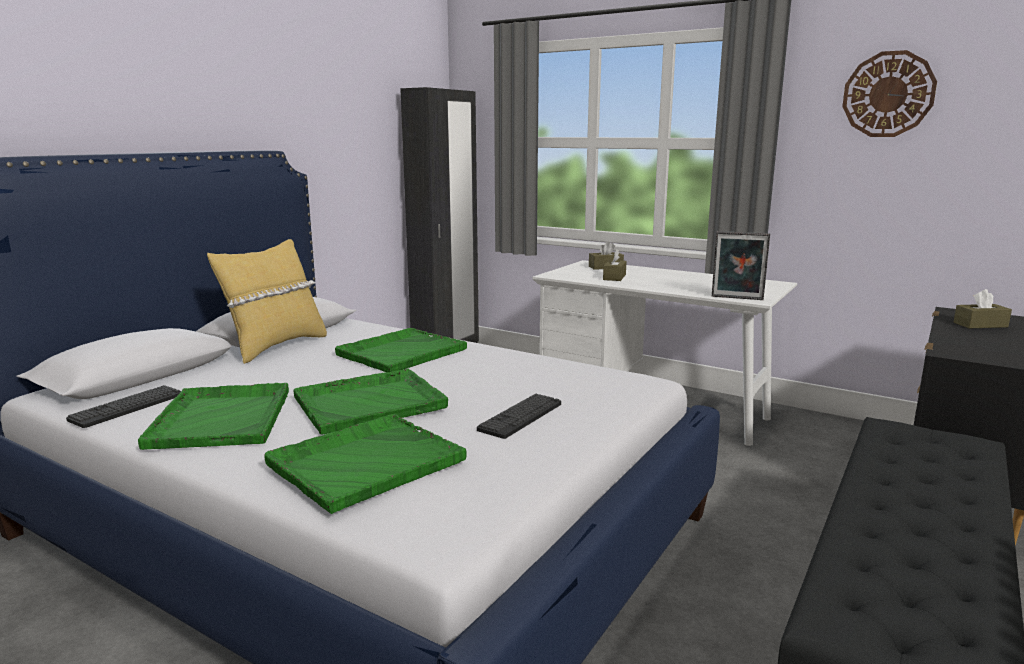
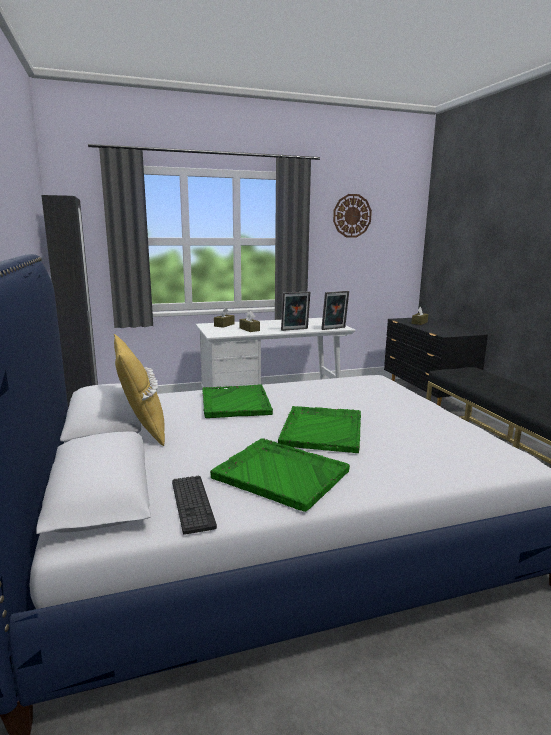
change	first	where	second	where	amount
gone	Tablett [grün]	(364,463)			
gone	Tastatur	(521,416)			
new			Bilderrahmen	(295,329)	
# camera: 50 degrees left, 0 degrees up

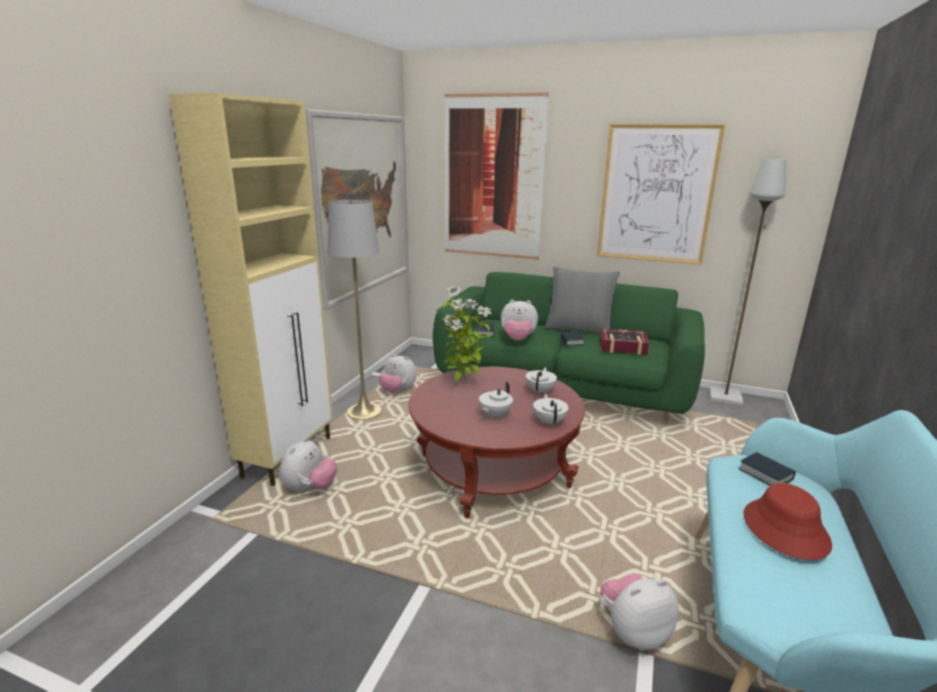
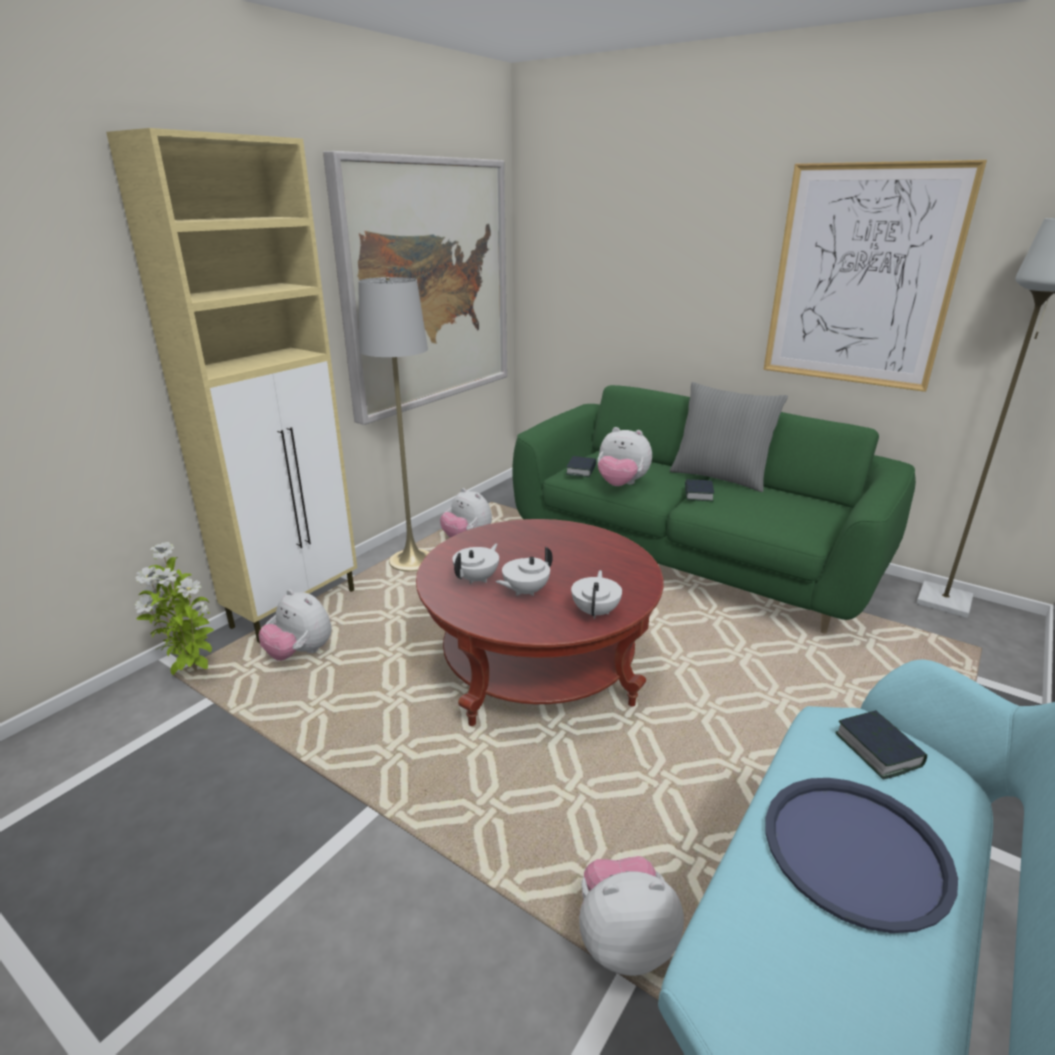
change	first	where	second	where	amount
rotated	Plüschtier	(310,488)		(300,653)	90 degrees clockwise
shifted	Topfpflanze	(463,382)		(194,673)	
gone	Bild	(492,178)			
shifted	Teekanne [weiß]	(540,391)		(477,578)	
gone	Buch	(622,347)			
swapped	Hut [rot]	(784,529)	Tablett [blau]	(855,851)	
# camera: 15 degrees right, 5 degrees up

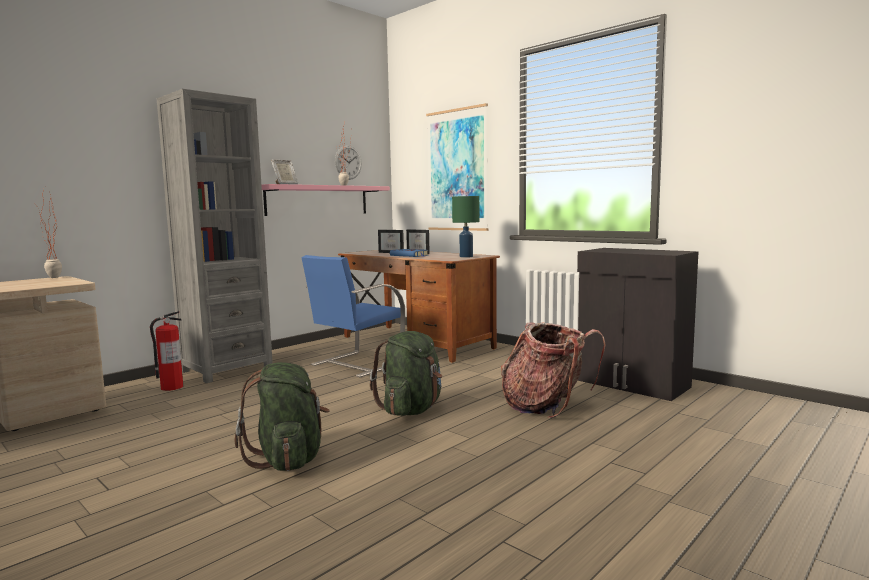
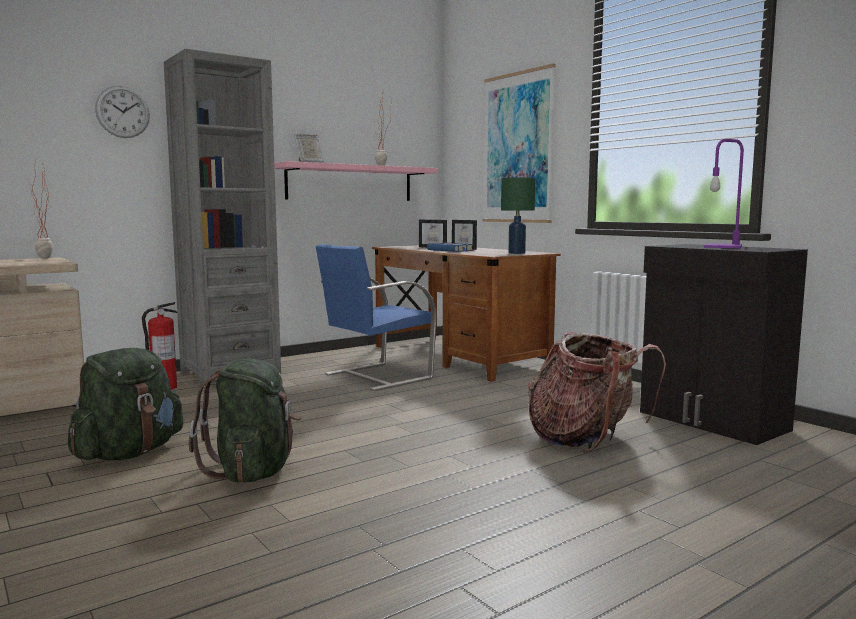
change	first	where	second	where	amount
shifted	Wanduhr	(348,162)		(123,112)	
shifted	Rucksack [grün]	(411,410)		(129,453)	
new			Tischlampe [lila]	(722,246)	
# camera: 10 degrees right, 0 degrees up

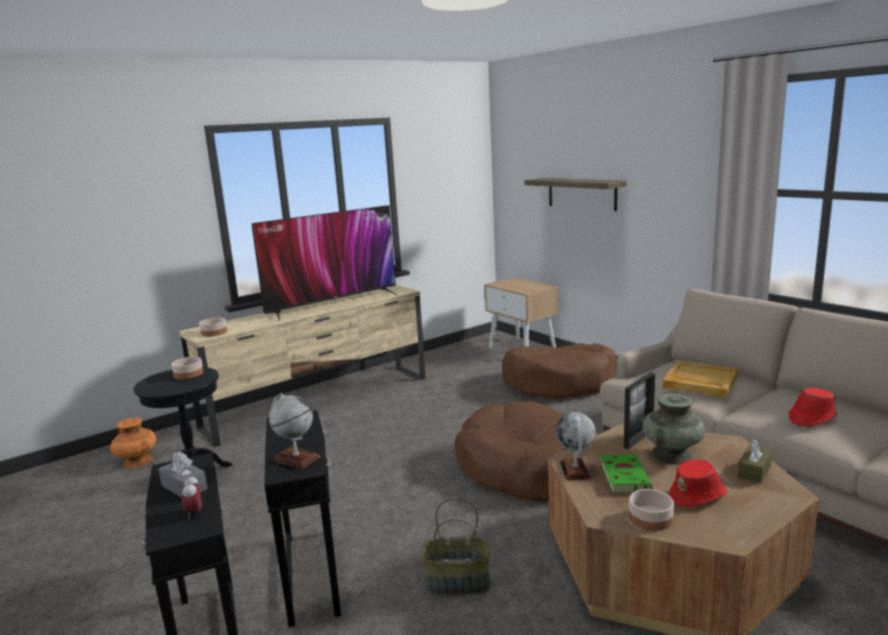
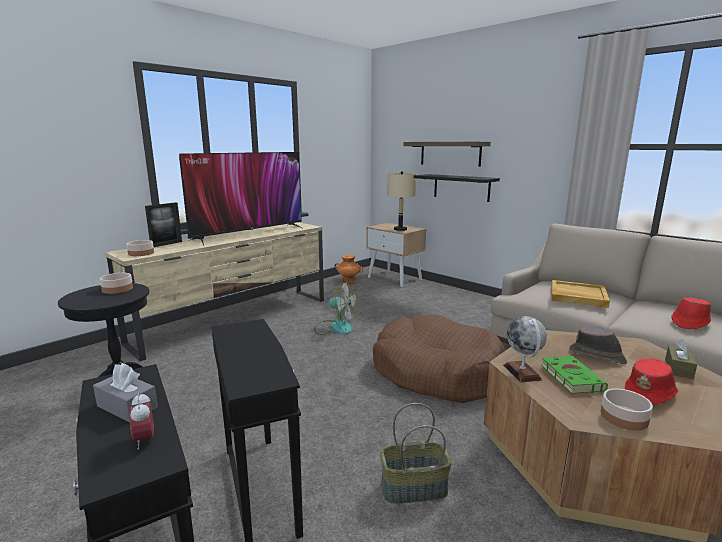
change	first	where	second	where	amount
shifted	Vase [orange]	(138,461)		(348,280)	
gone	Globus	(296,459)			
gone	Hundebett [braun]	(560,383)			
shifted	Bilderrahmen	(638,439)		(166,244)	
swapped	Vase [türkis]	(671,455)	Hut [braun]	(597,356)	
new			Ventilator	(335,327)	
new			Tischlampe [beige]	(400,229)	
new			Wandregal [schwarz]	(461,187)	
# camera: 10 degrees left, 0 degrees up

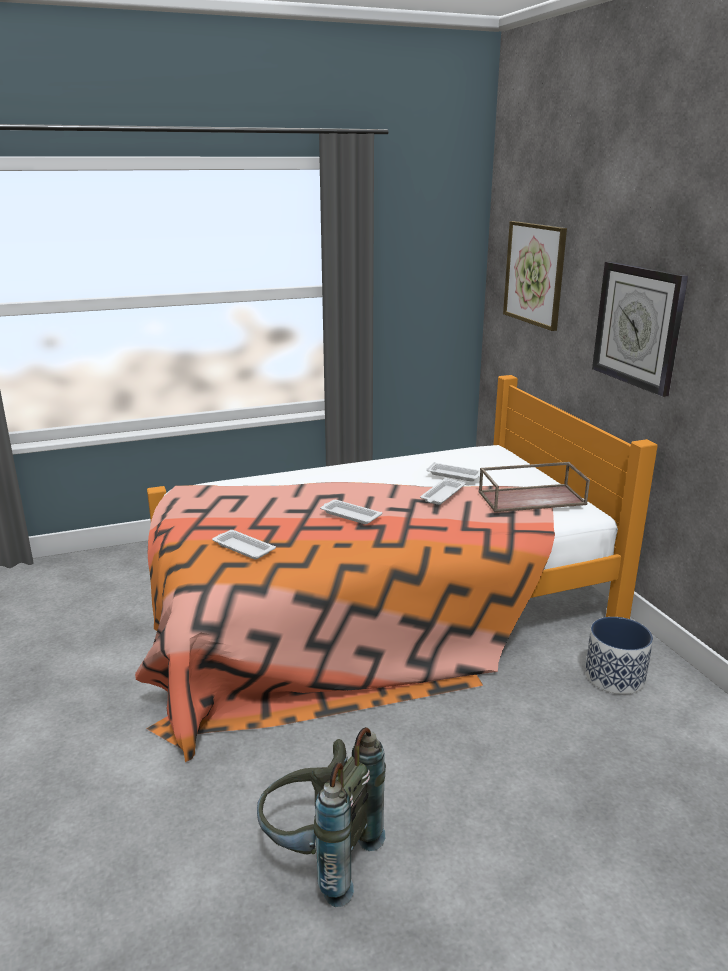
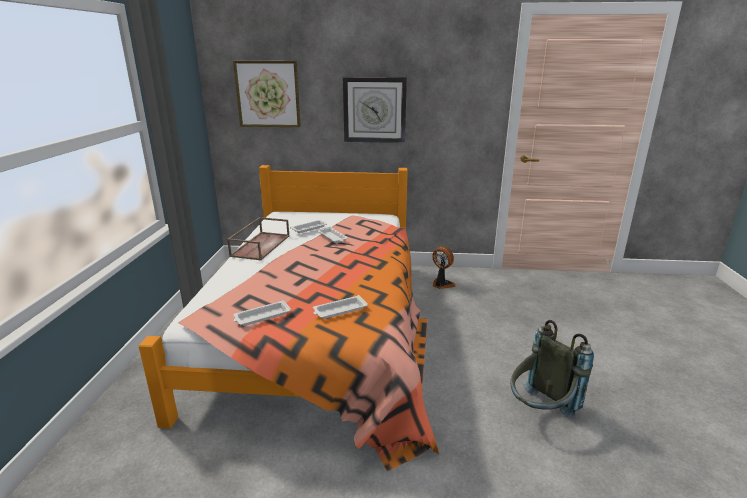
change	first	where	second	where	amount
shifted	Tablett [weiß]	(349,515)		(261,317)	
shifted	Tablett [braun]	(532,498)		(260,245)	
swapped	Pflanzkübel	(614,676)	Ventilator	(441,284)	
# camera: 65 degrees left, 0 degrees up

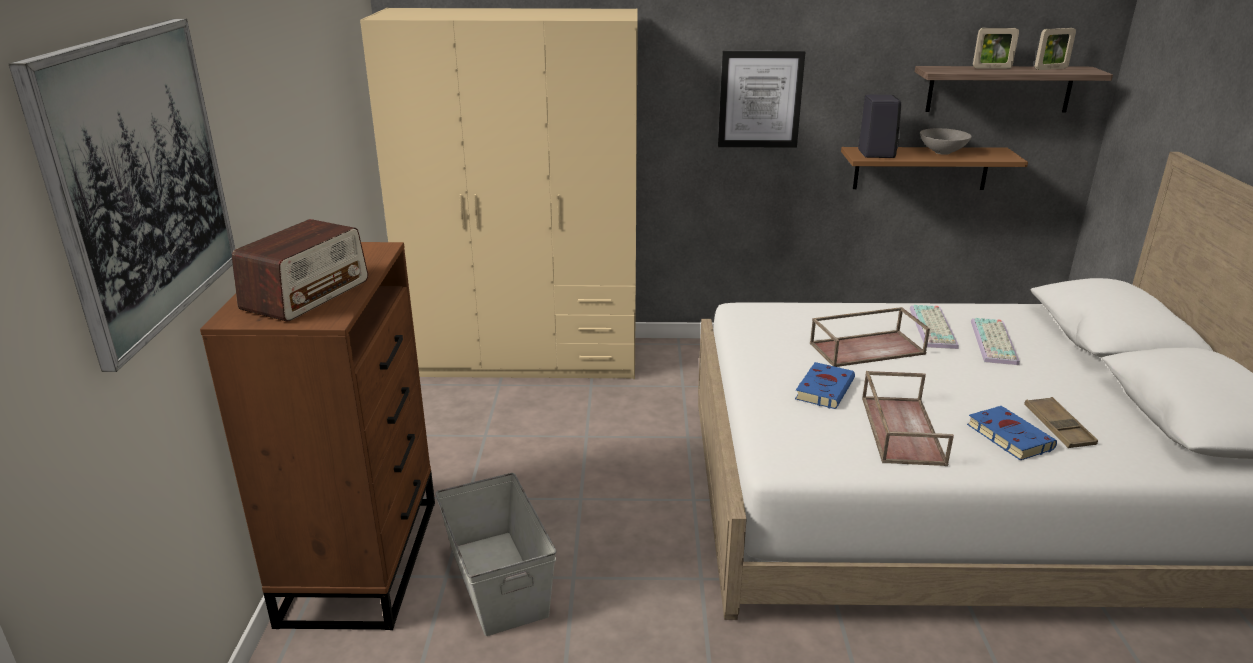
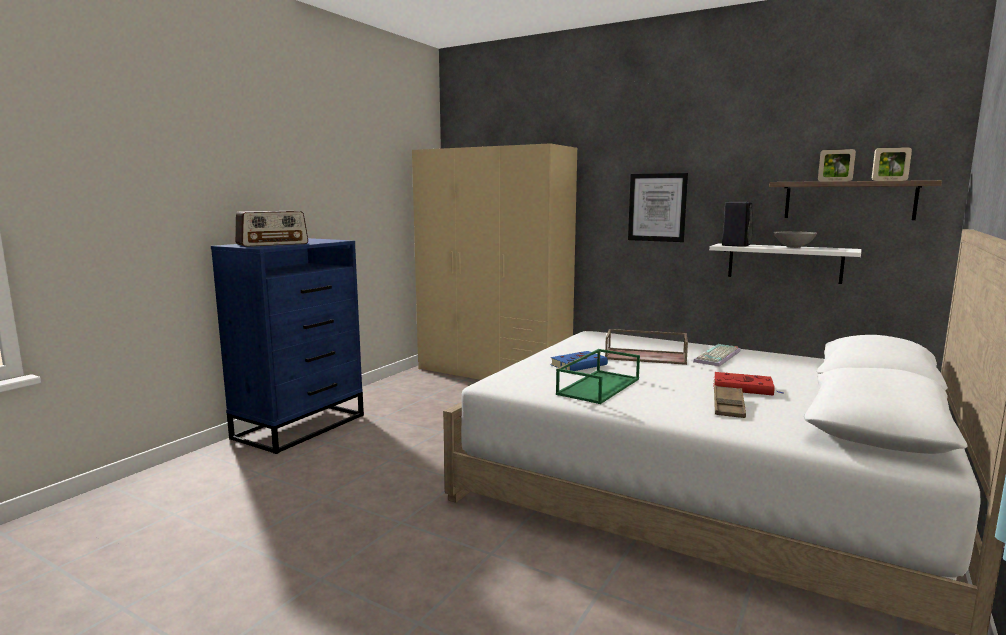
change	first	where	second	where	amount
gone	Bild	(140,182)			
repainted	Kommode [braun]	(362,558)	Kommode [blau]	(301,426)	
gone	Aufbewahrungsbox [grau]	(497,581)			
repainted	Wandregal [braun]	(921,168)	Wandregal [weiß]	(784,263)	
repainted	Tablett [braun]	(900,429)	Tablett [grün]	(598,386)	
gone	Buch [blau]	(1007,436)			
gone	Tastatur	(995,343)			
new			Buch [rot]	(744,388)	
# camera: 30 degrees right, 15 degrees down

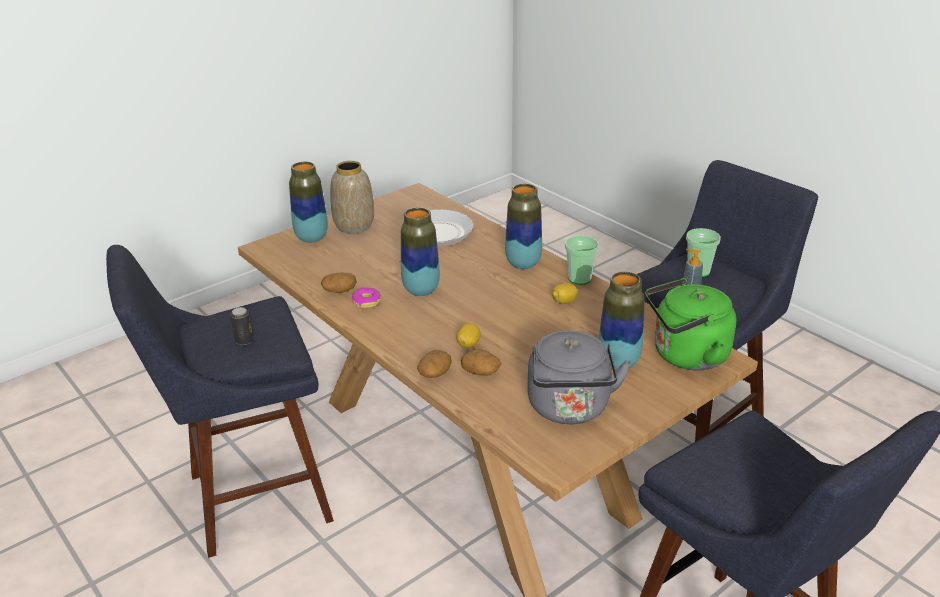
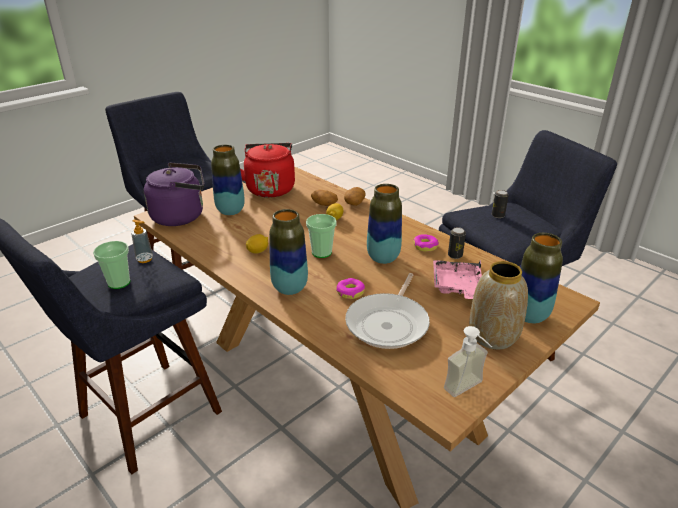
change	first	where	second	where	amount
swapped	Kartoffel	(339,291)	Dose	(455,255)	
repainted	Wasserkessel [grau]	(570,409)	Wasserkessel [rot]	(270,188)	
shifted	Tasse	(579,279)		(321,252)	
repainted	Wasserkessel [grün]	(686,356)	Wasserkessel [lila]	(181,216)	
new			Donut	(350,292)	
new			Tablett [rosa]	(457,287)	
new			Seifenspender	(469,390)	
# camera: 175 degrees right, 0 degrees up

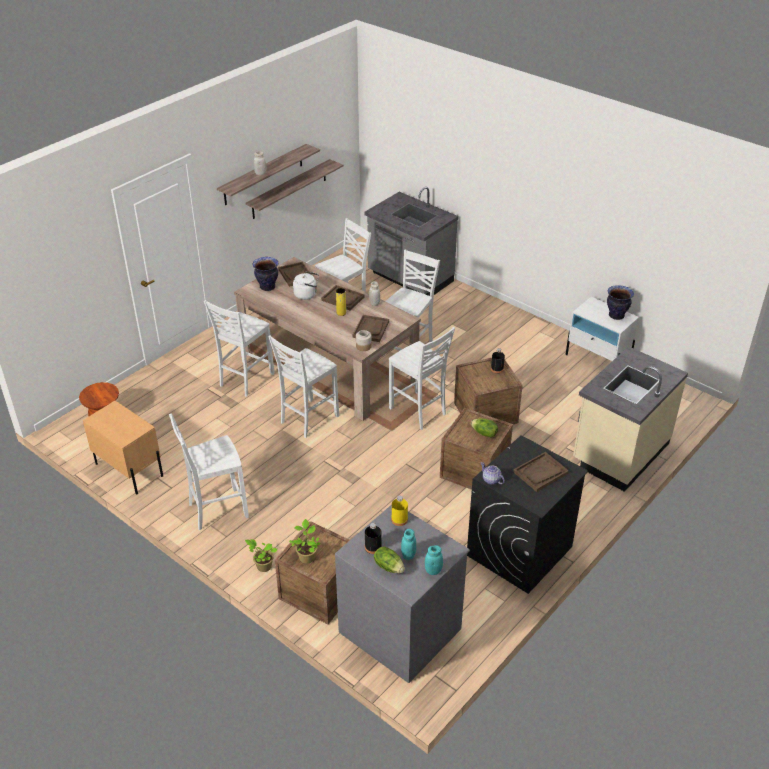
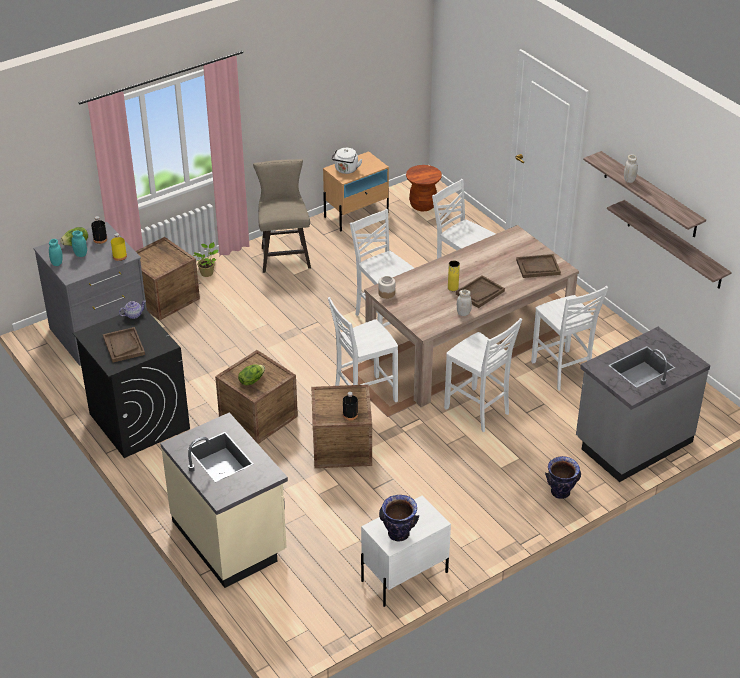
change	first	where	second	where	amount
swapped	Stuhl [weiß]	(216,510)	Hocker [beige]	(284,255)	
shifted	Vase	(267,287)		(560,492)	
gone	Topfpflanze	(307,556)			
shifted	Wasserkessel [weiß]	(307,294)		(346,170)	
gone	Tablett [braun]	(371,329)			
# camera: 105 degrees right, 0 degrees up

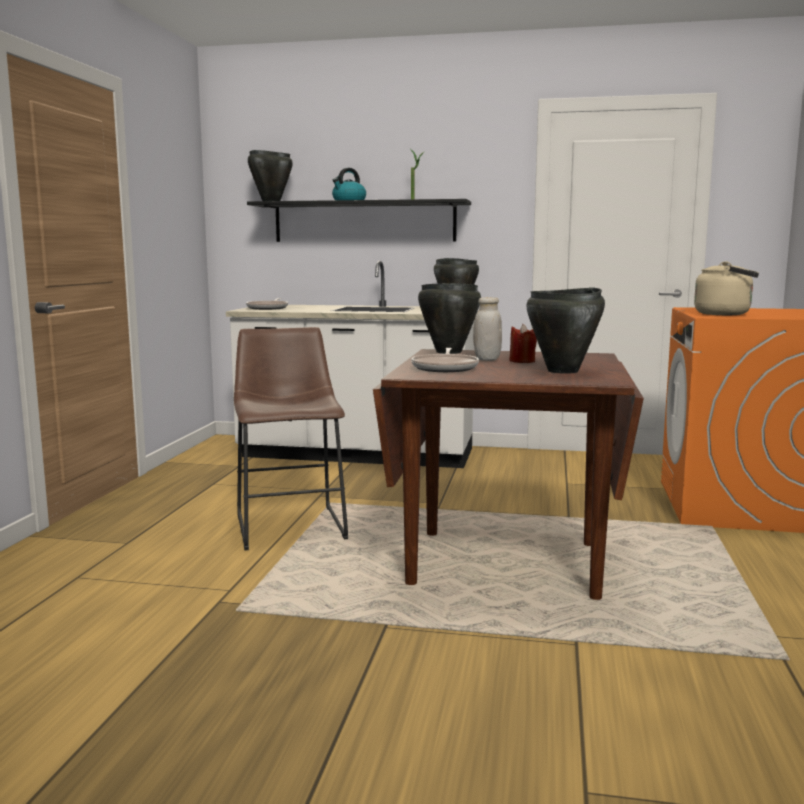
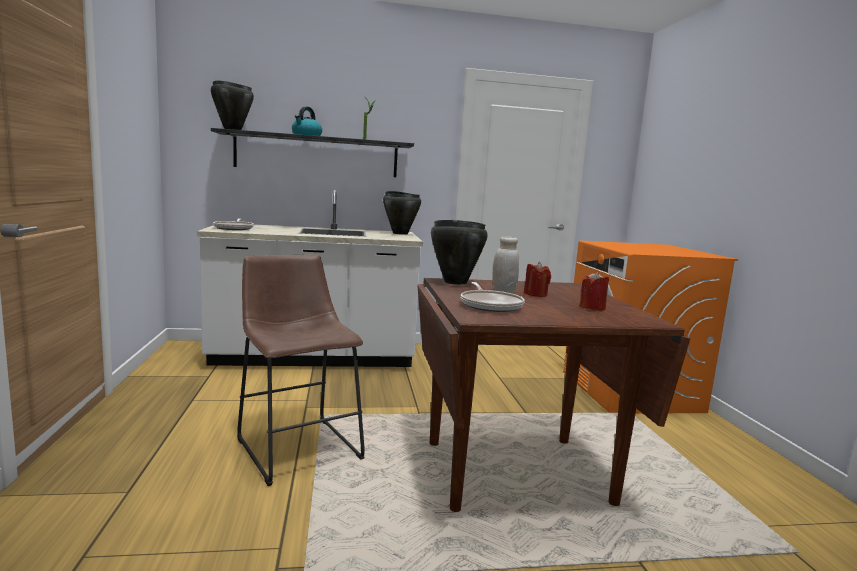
change	first	where	second	where	amount
swapped	Kochtopf [schwarz]	(563,371)	Kerze [rot]	(592,308)	
gone	Wasserkessel [beige]	(726,314)			
# camera: 20 degrees left, 0 degrees up

